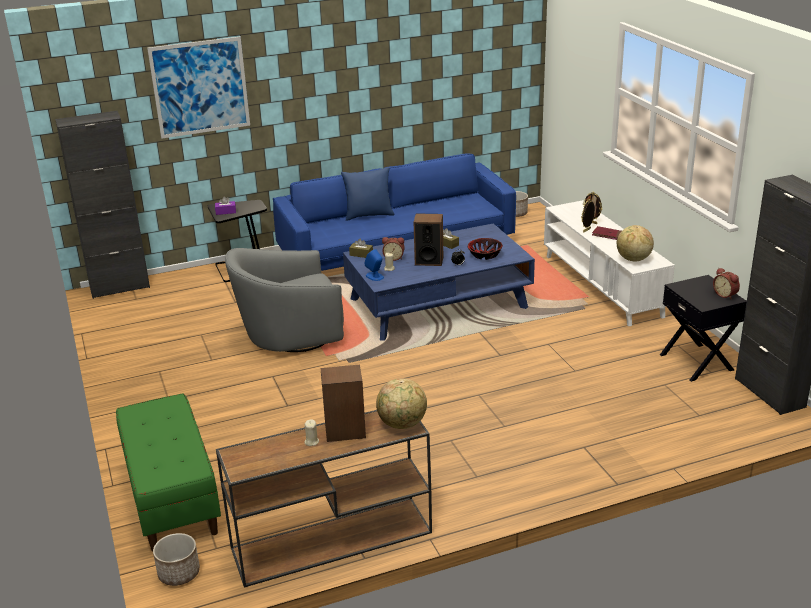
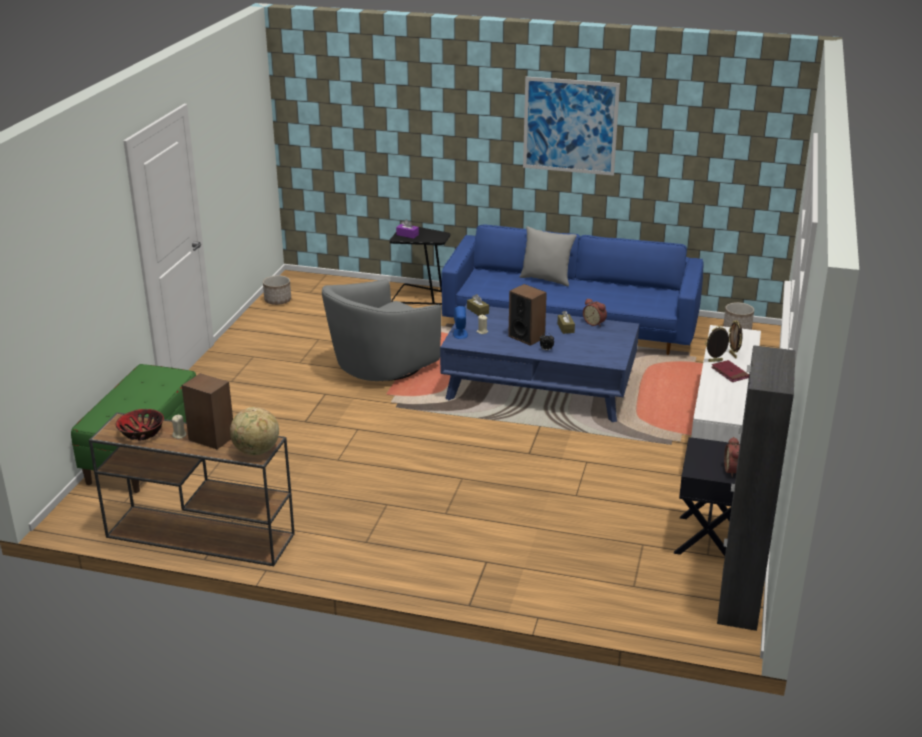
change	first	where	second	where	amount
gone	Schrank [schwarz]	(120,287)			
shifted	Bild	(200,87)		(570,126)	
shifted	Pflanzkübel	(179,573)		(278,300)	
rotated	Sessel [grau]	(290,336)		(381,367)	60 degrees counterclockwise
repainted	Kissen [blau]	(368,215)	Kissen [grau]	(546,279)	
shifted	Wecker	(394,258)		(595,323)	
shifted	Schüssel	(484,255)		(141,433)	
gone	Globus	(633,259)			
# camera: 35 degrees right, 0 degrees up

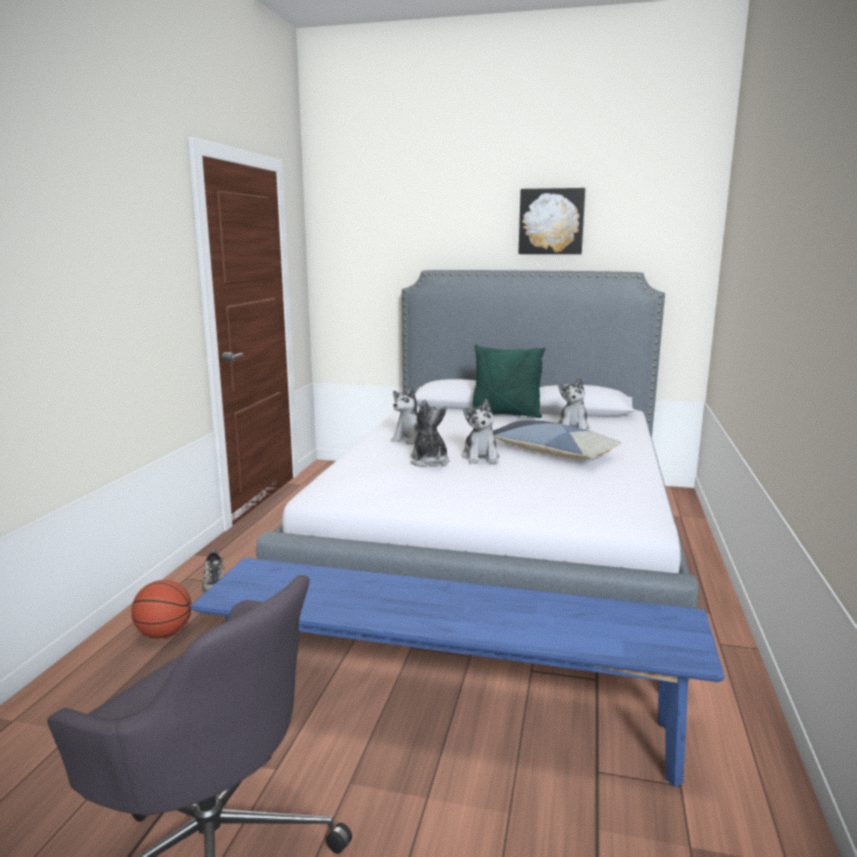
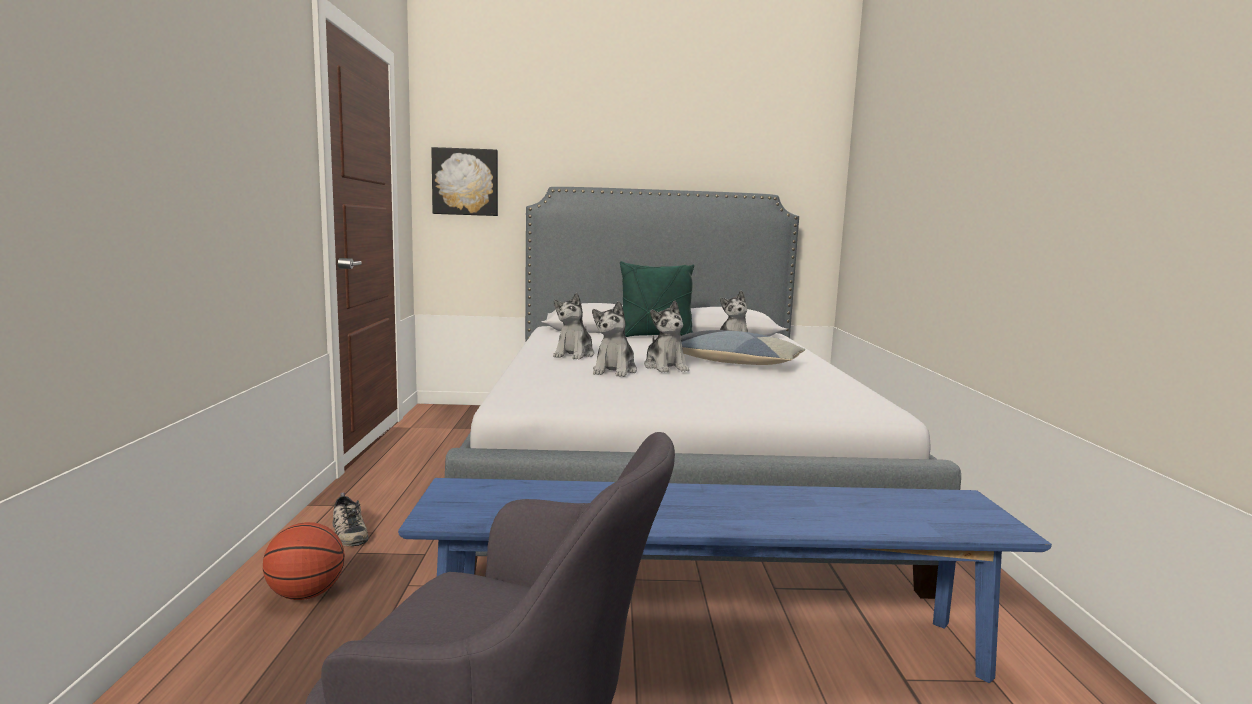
change	first	where	second	where	amount
rotated	Plüschtier	(429,461)		(614,371)	135 degrees counterclockwise
shifted	Bild	(551,221)		(465,182)	
# camera: 15 degrees left, 5 degrees down

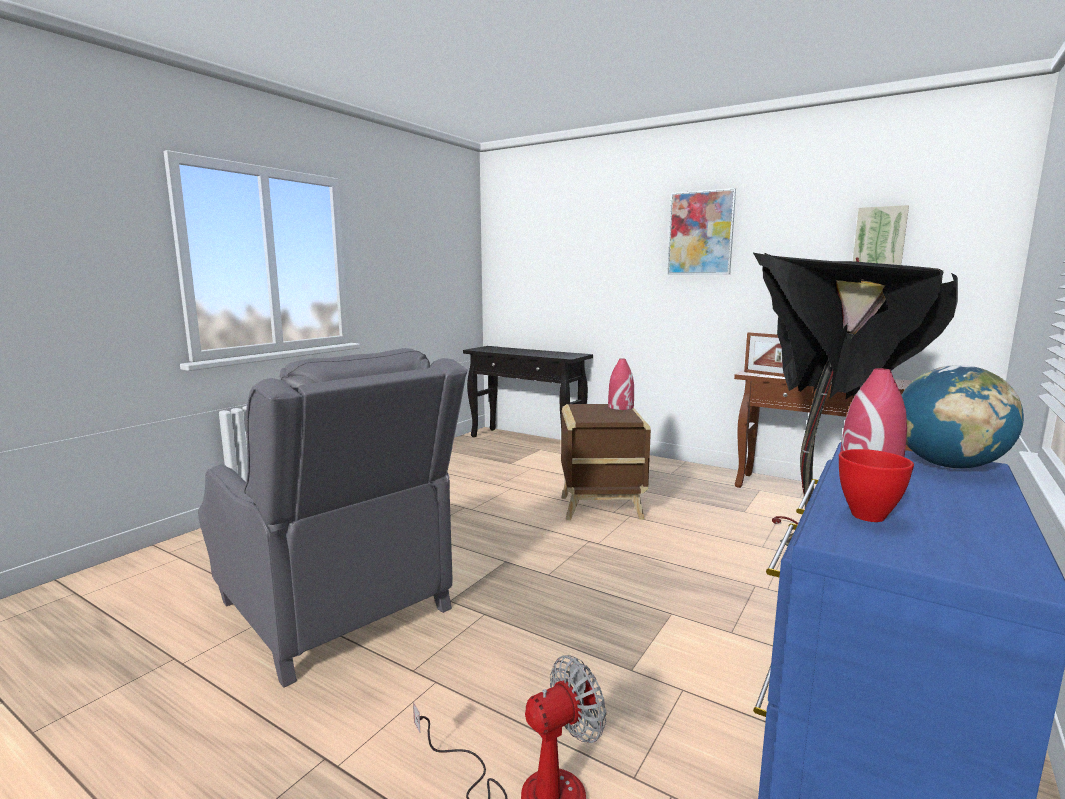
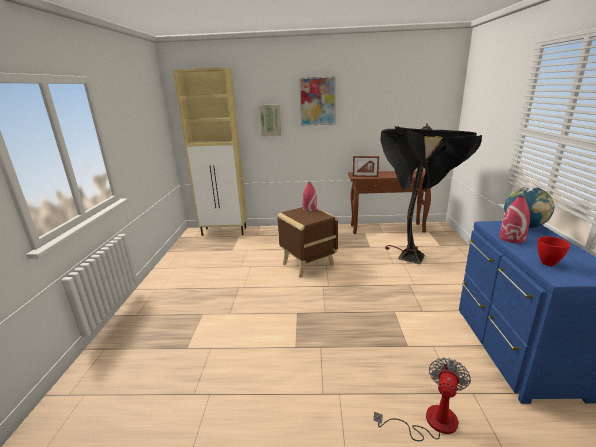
change	first	where	second	where	amount
gone	Sessel [grau]	(338,609)			
swapped	Konsolentisch [schwarz]	(527,441)	Schrank [beige]	(225,231)	
shifted	Bild	(879,240)		(270,120)	
# camera: 30 degrees left, 10 degrees up

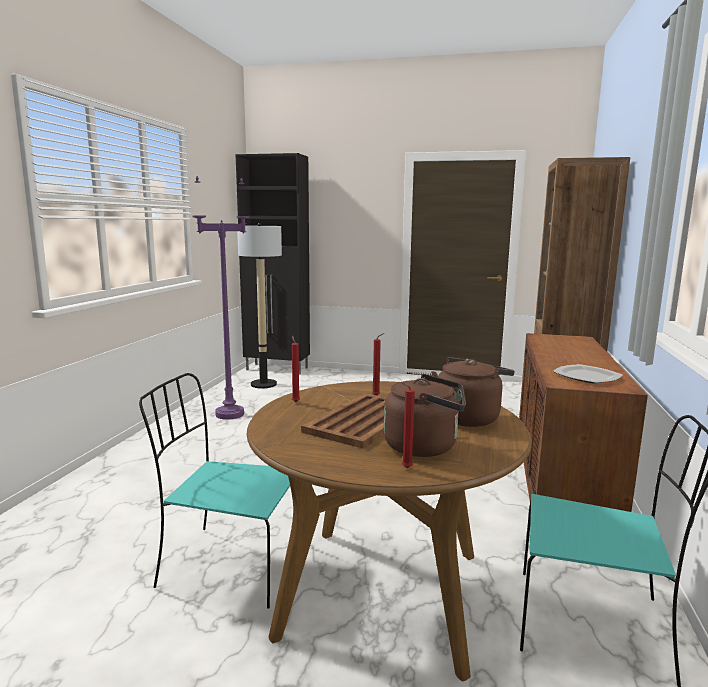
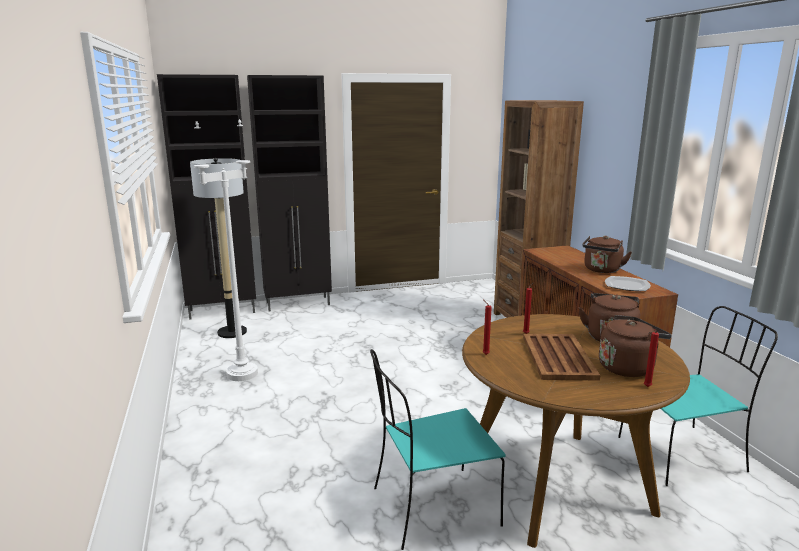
change	first	where	second	where	amount
repainted	Stehlampe [lila]	(230,414)	Stehlampe [weiß]	(242,373)	
new			Schrank [schwarz]	(299,304)	
new			Wasserkessel [braun]	(602,270)	
# camera: 30 degrees left, 5 degrees up

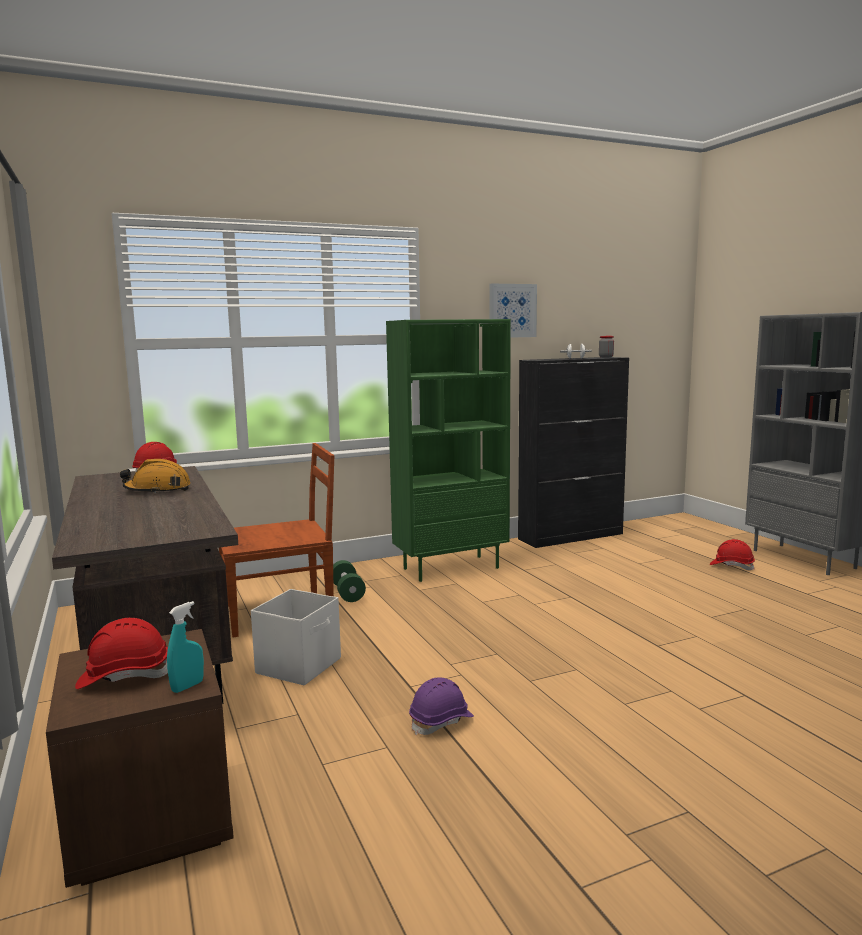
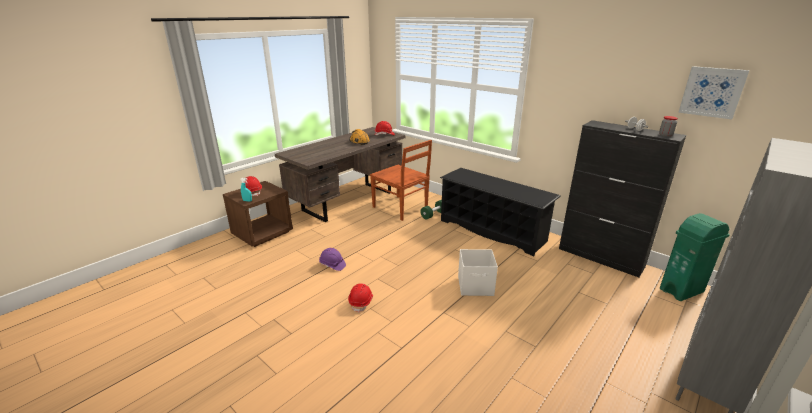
change	first	where	second	where	amount
shifted	Aufbewahrungsbox [weiß]	(300,665)		(476,286)	
swapped	Bücherregal [grün]	(451,568)	Schuhregal [schwarz]	(492,230)	
shifted	Bild	(512,310)		(712,92)	
shifted	Schutzhelm [rot]	(731,566)		(361,302)	
new			Mülleimer [grün]	(682,290)	
# camera: 65 degrees right, 15 degrees up

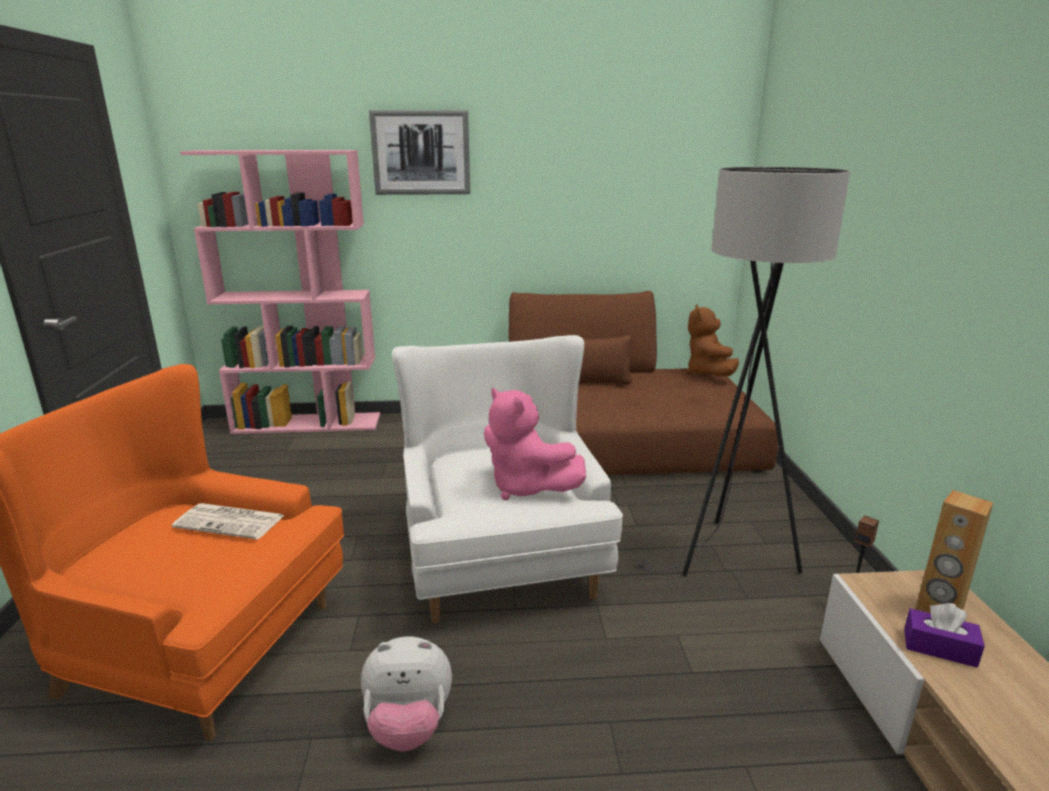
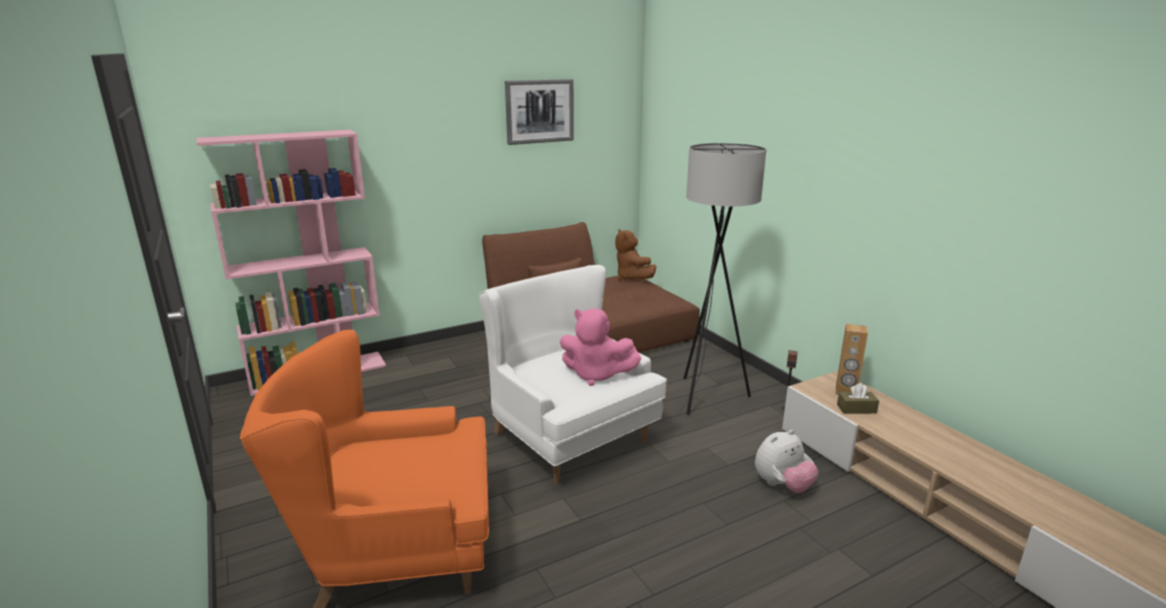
change	first	where	second	where	amount
gone	Zeitung	(231,522)			
shifted	Plüschtier	(408,727)		(782,485)	
shifted	Bild	(421,153)		(539,111)	
repainted	Taschentuchbox [lila]	(939,647)	Taschentuchbox [braun]	(856,409)	
# camera: 25 degrees left, 0 degrees up

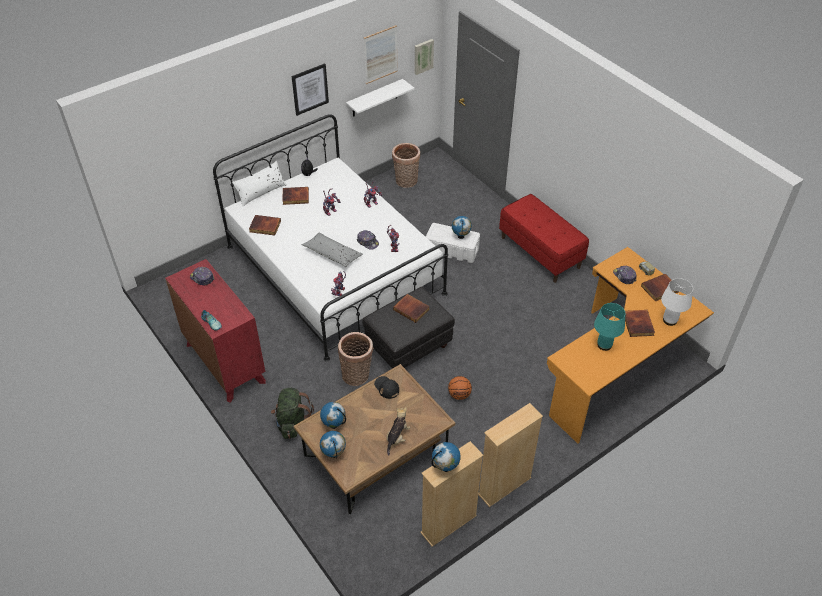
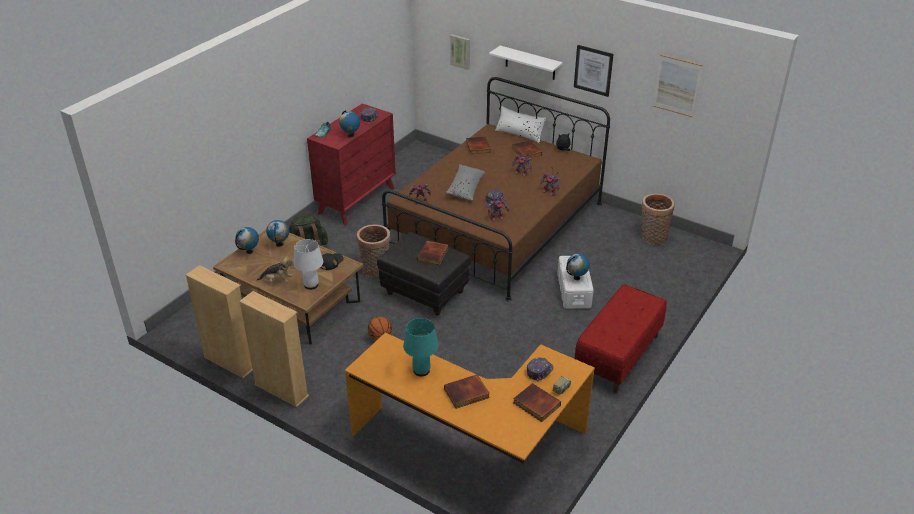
change	first	where	second	where	amount
repainted	Bett [weiß]	(334,270)	Bett [braun]	(496,226)	
shifted	Wandregal [weiß]	(375,98)		(530,63)	
shifted	Bild	(423,56)		(460,51)	
shifted	Globus	(445,468)		(350,135)	
shifted	Tischlampe [weiß]	(669,320)		(311,285)	
# camera: 70 degrees right, 10 degrees down

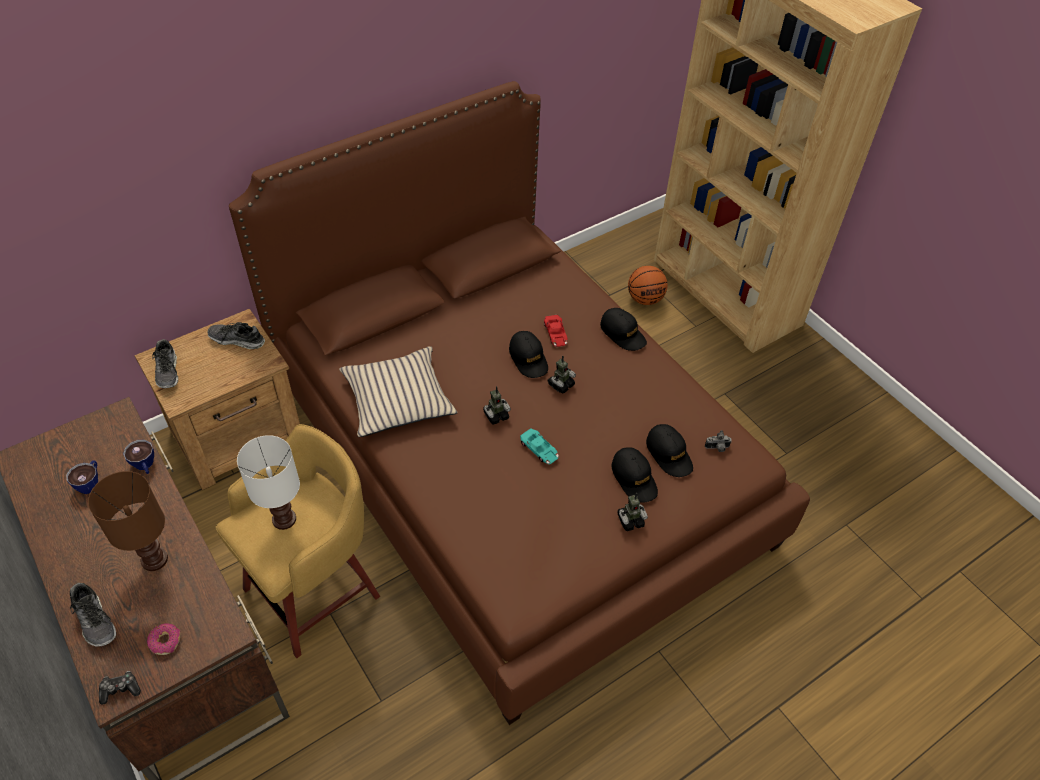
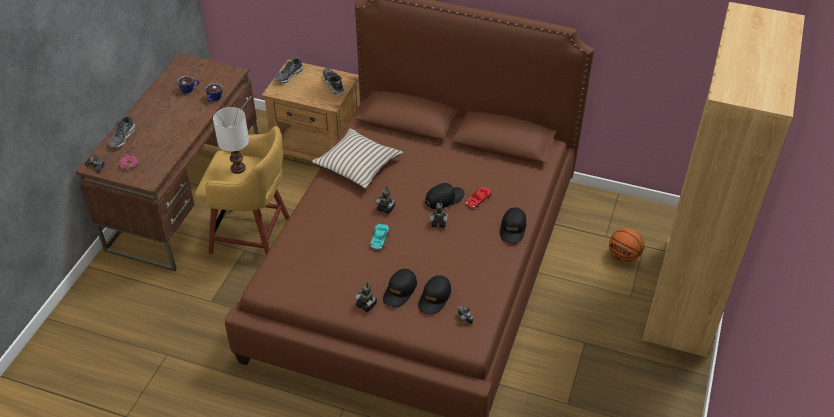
change	first	where	second	where	amount
gone	Tischlampe [braun]	(153,559)			
rotated	Kappe [schwarz]	(528,359)		(444,199)	150 degrees counterclockwise
# camera: 55 degrees right, 5 degrees down

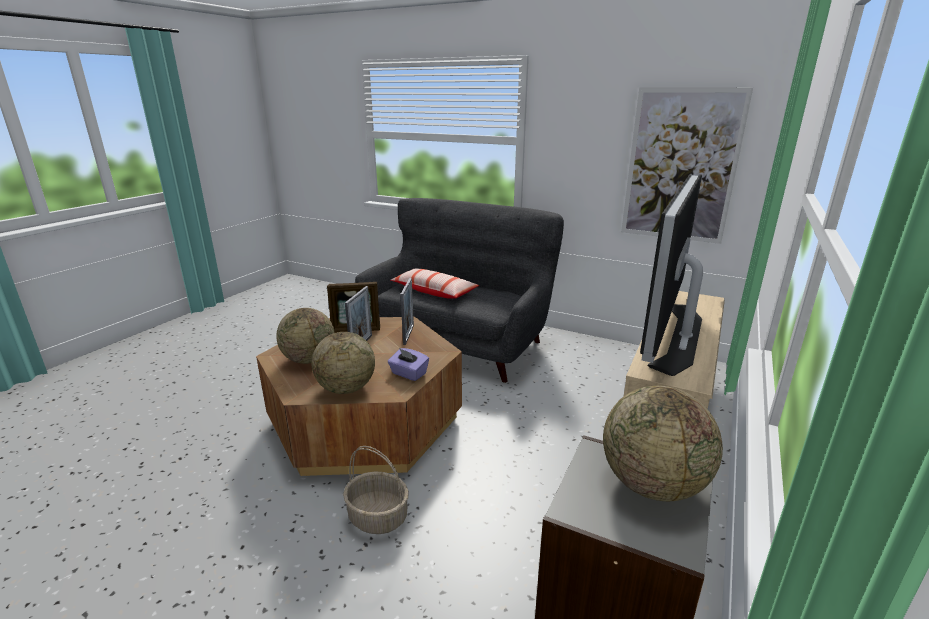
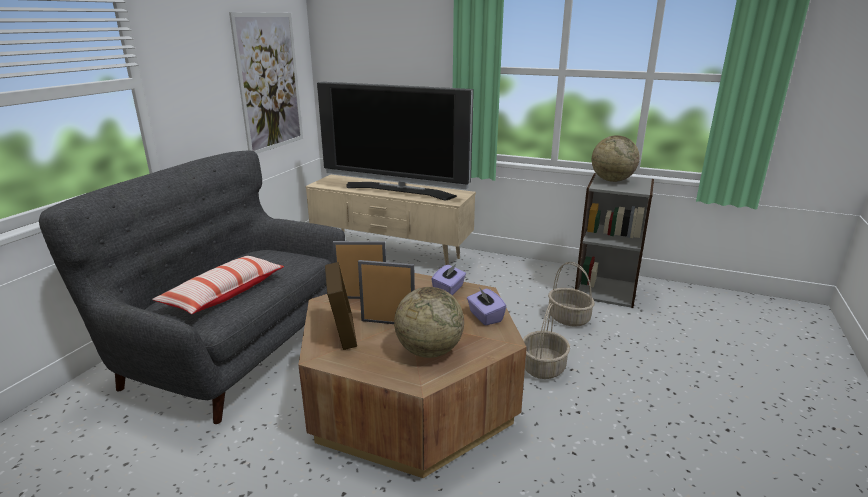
change	first	where	second	where	amount
swapped	Globus	(346,389)	Taschentuchbox [lila]	(485,317)	
new			Korb	(569,318)	
# camera: 95 degrees left, 0 degrees up

